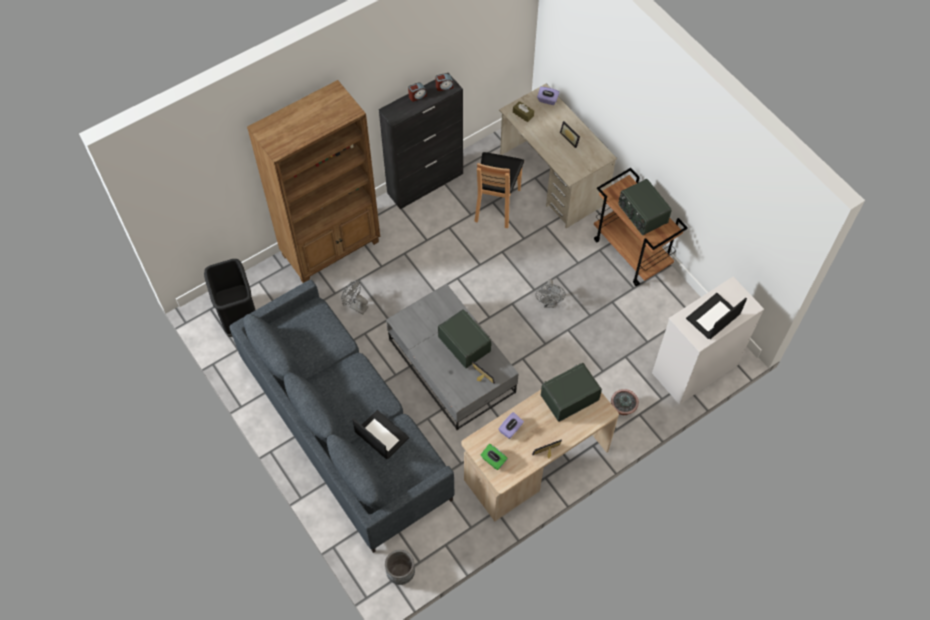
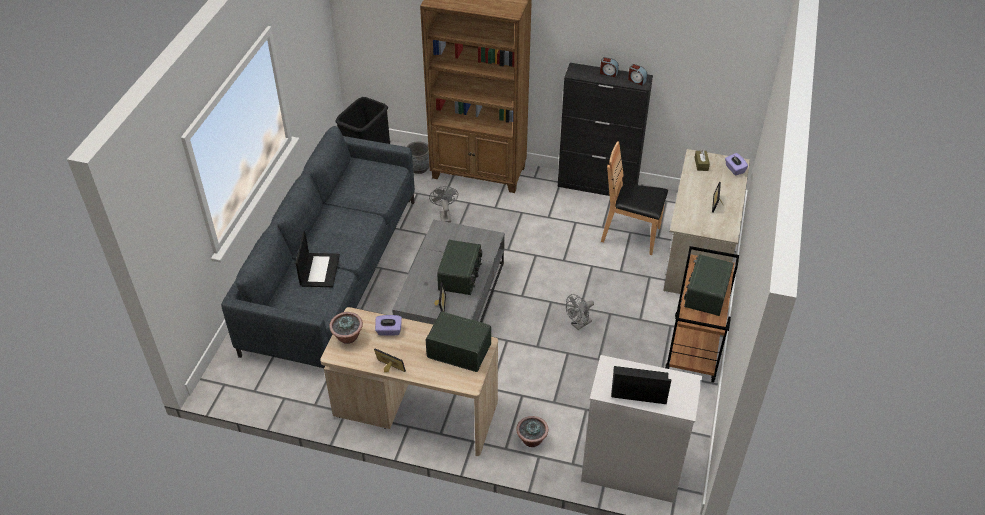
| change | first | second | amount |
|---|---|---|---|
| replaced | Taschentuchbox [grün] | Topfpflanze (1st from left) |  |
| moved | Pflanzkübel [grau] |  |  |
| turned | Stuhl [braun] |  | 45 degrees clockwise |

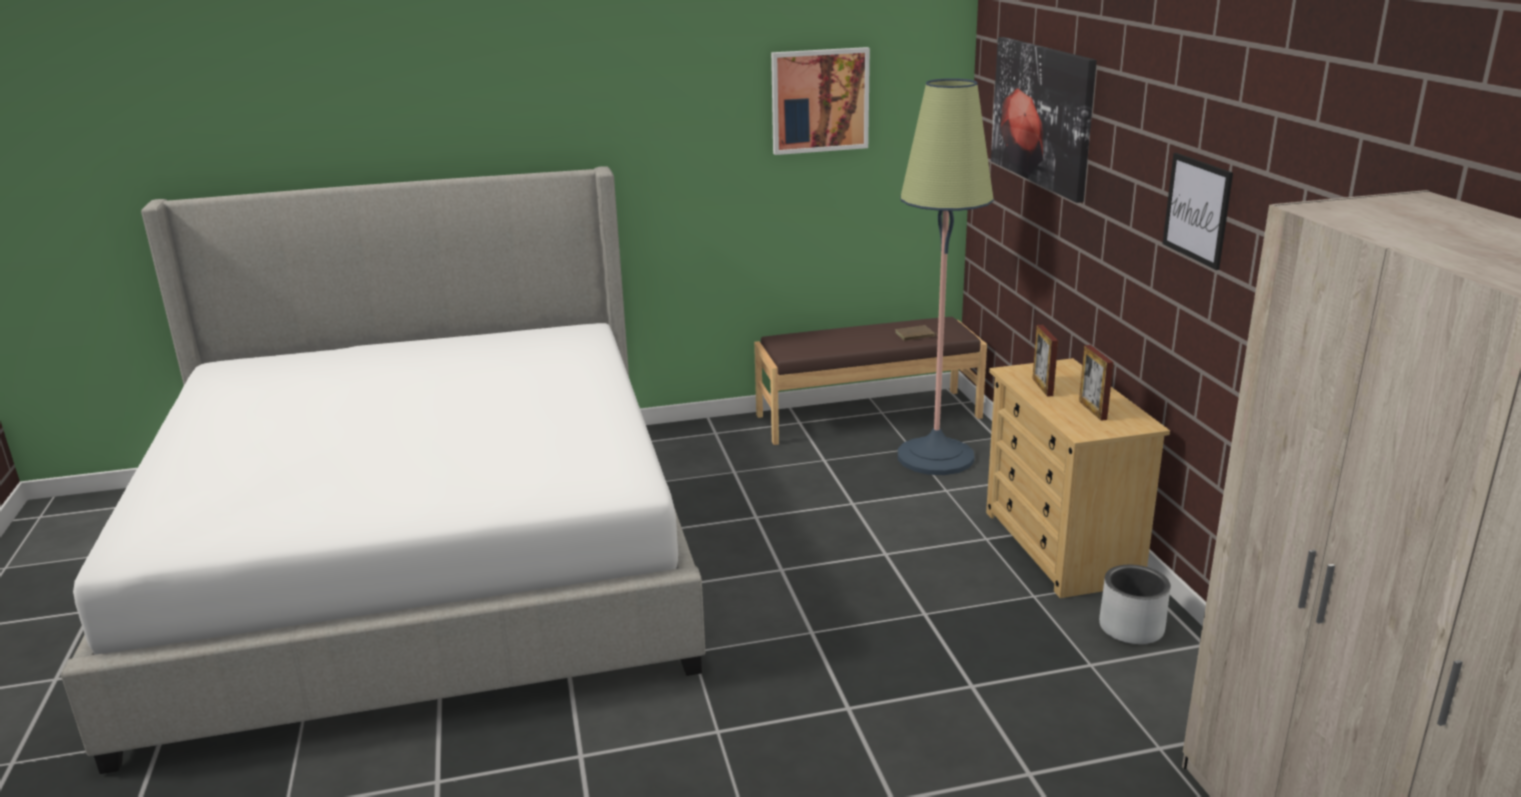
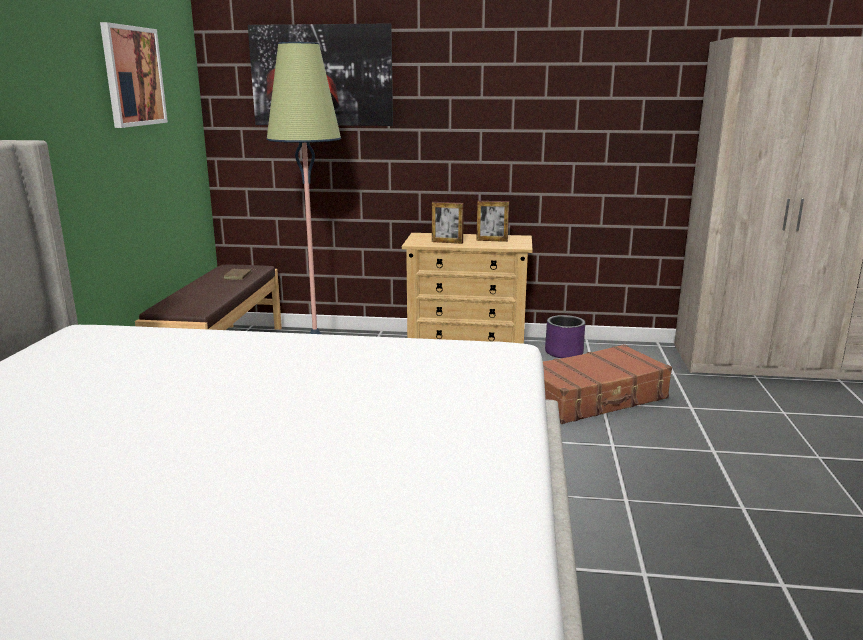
| change | first | second | amount |
|---|---|---|---|
| added |  | Koffer [braun] |  |
| recoloured | Pflanzkübel [grau] | Pflanzkübel [lila] |  |
| removed | Bild (3rd from left) |  |  |

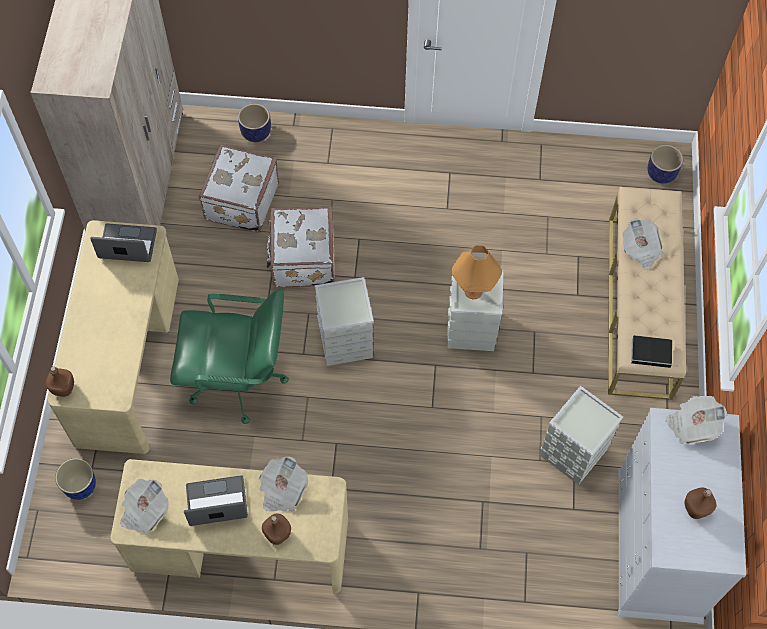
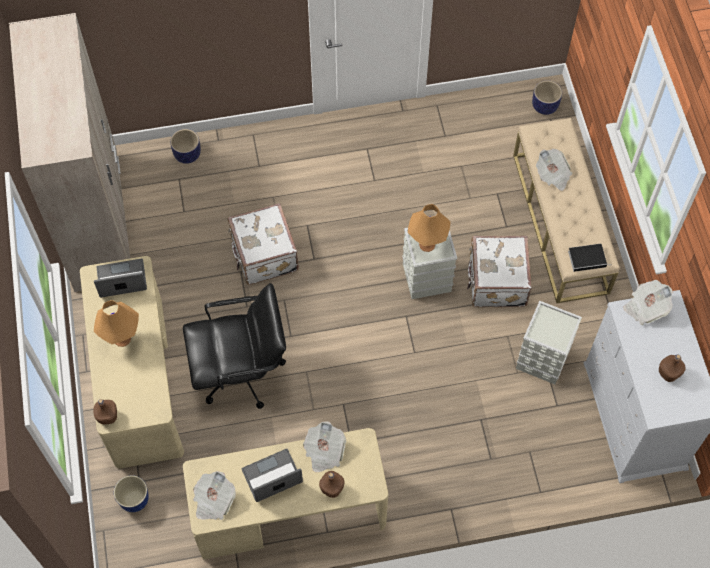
| change | first | second | amount |
|---|---|---|---|
| added |  | Tischlampe [orange] (1st from left) |  |
| recoloured | Bürostuhl [grün] | Bürostuhl [schwarz] |  |
| moved | Koffer [weiß] (1st from left in the first image) | Koffer [weiß] (2nd from left) |  |
| removed | Aufbewahrungsbox [grau] (1st from left) |  |  |

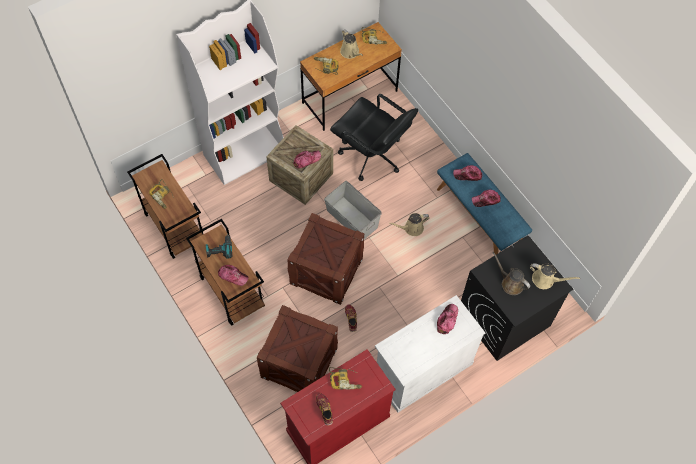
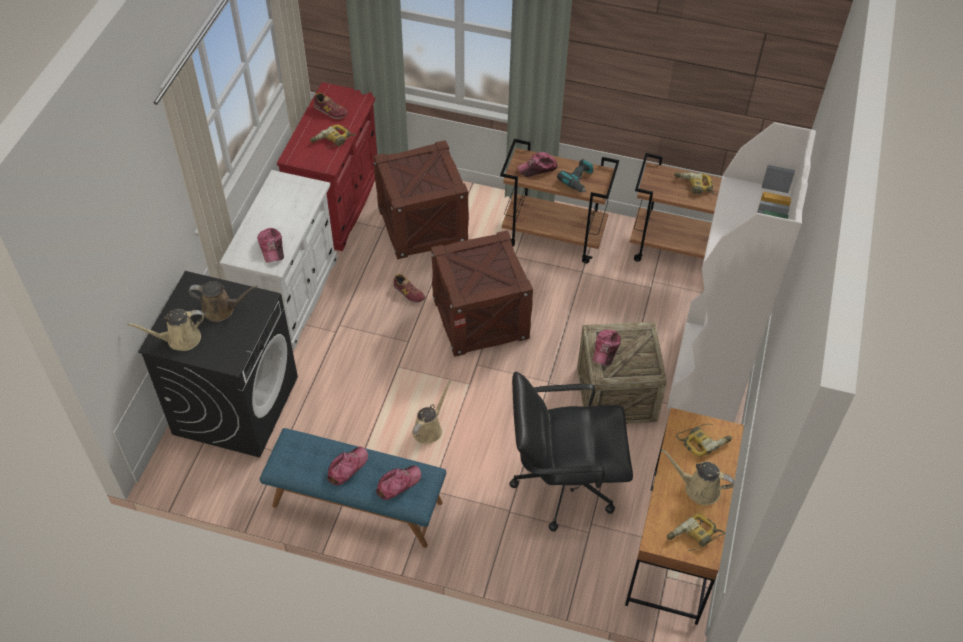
| change | first | second | amount |
|---|---|---|---|
| removed | Aufbewahrungsbox [grau] |  |  |

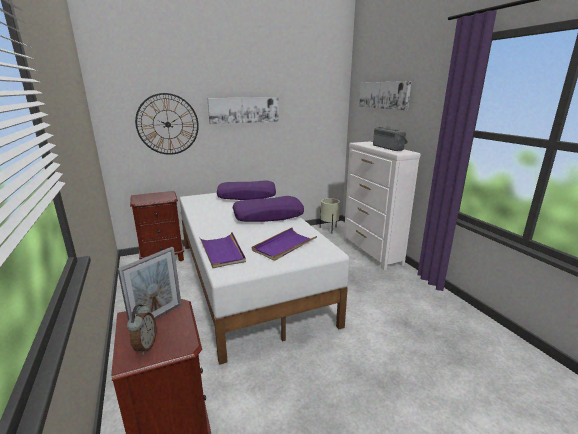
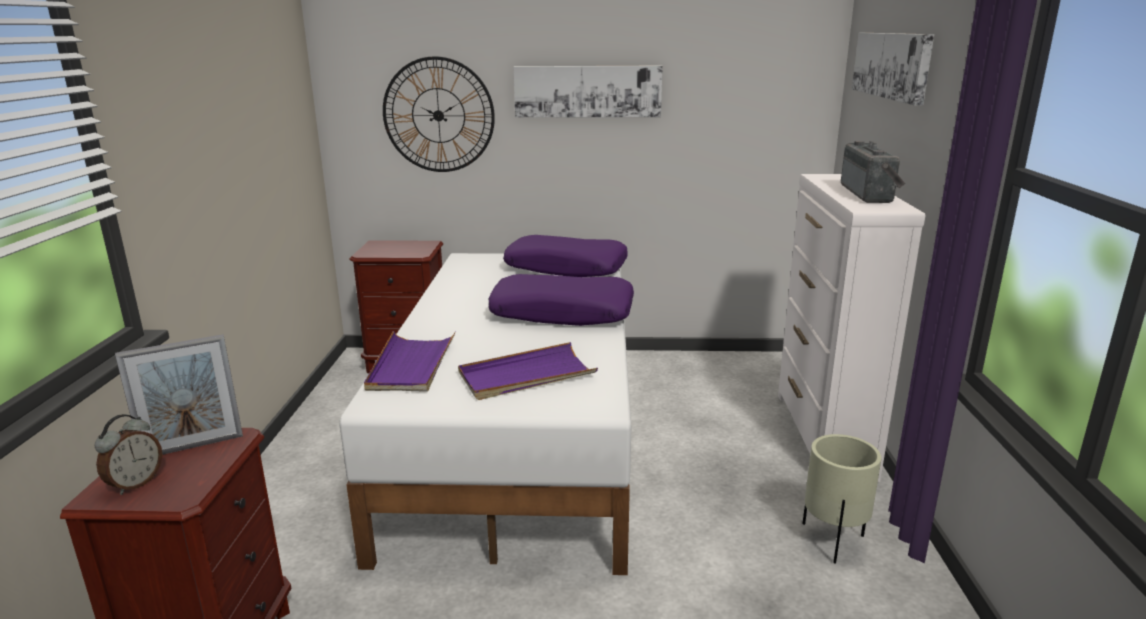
| change | first | second | amount |
|---|---|---|---|
| moved | Pflanzkübel [beige] |  |  |

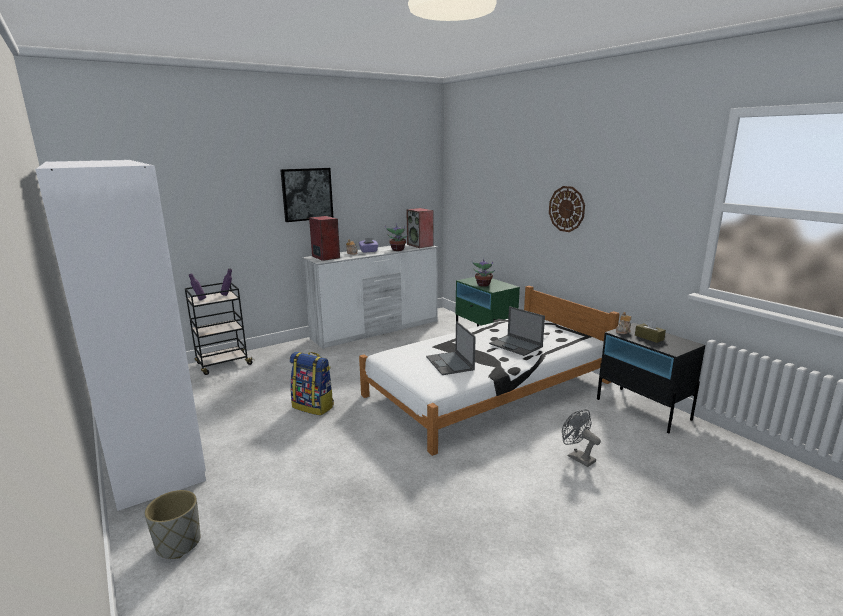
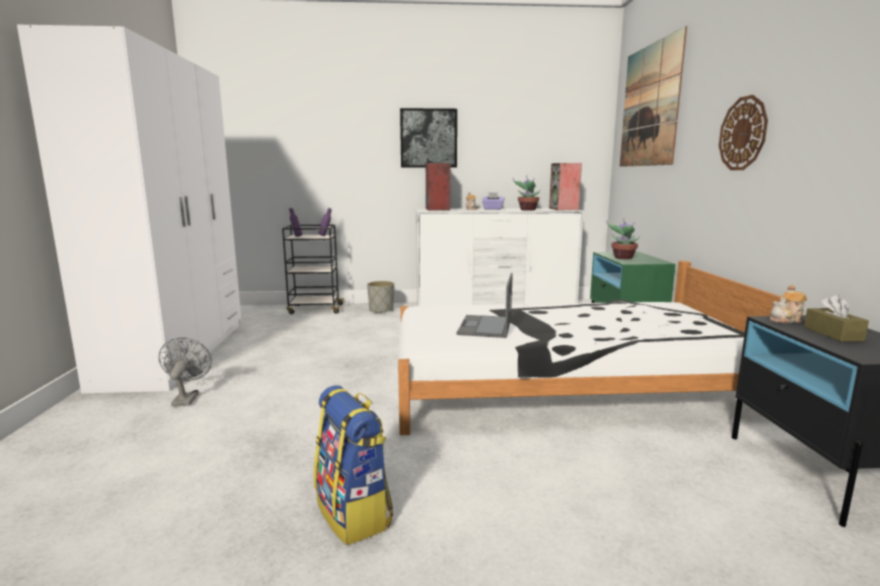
| change | first | second | amount |
|---|---|---|---|
| moved | Ventilator [grau] |  |  |
| moved | Rucksack |  |  |
| moved | Pflanzkübel [grau] |  |  |
| added |  | Bild (2nd from left) |  |
| removed | Laptop (2nd from left) |  |  |

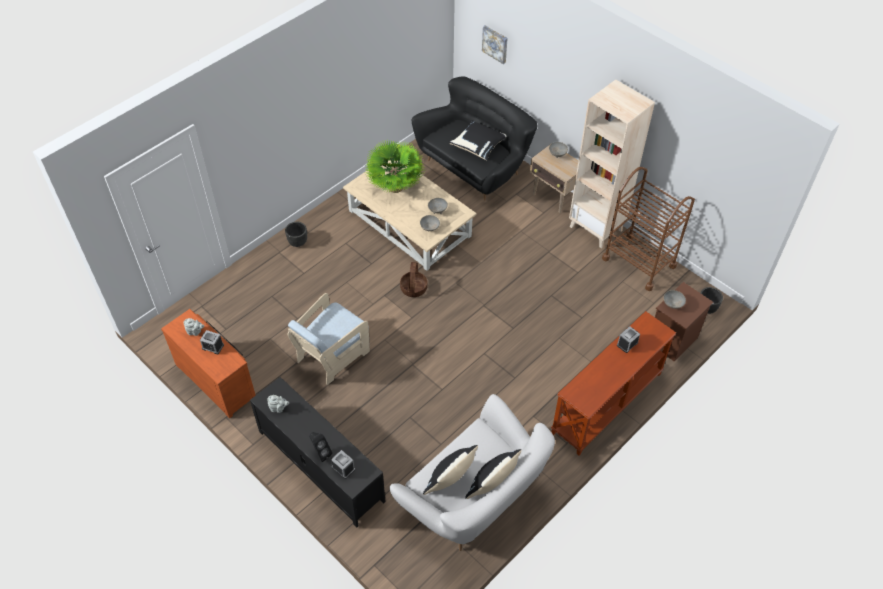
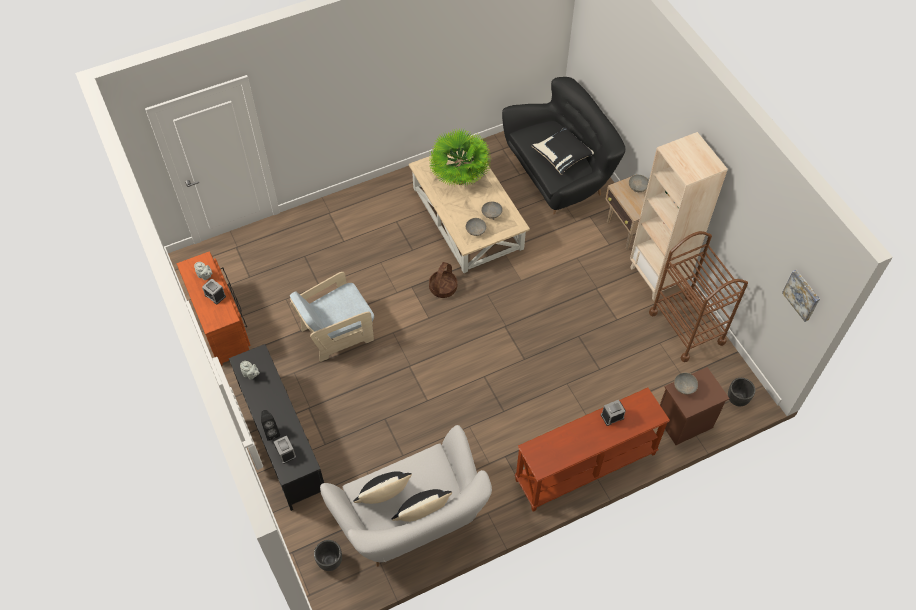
| change | first | second | amount |
|---|---|---|---|
| moved | Pflanzkübel [schwarz] (1st from left) |  |  |
| moved | Bild |  |  |

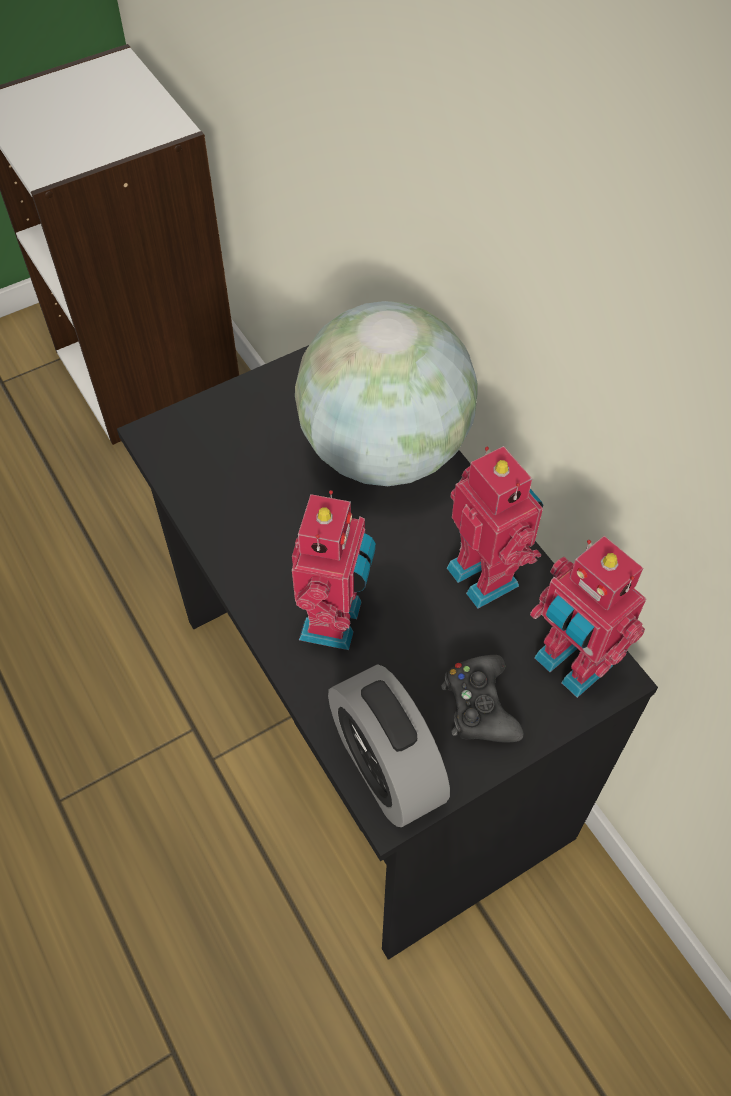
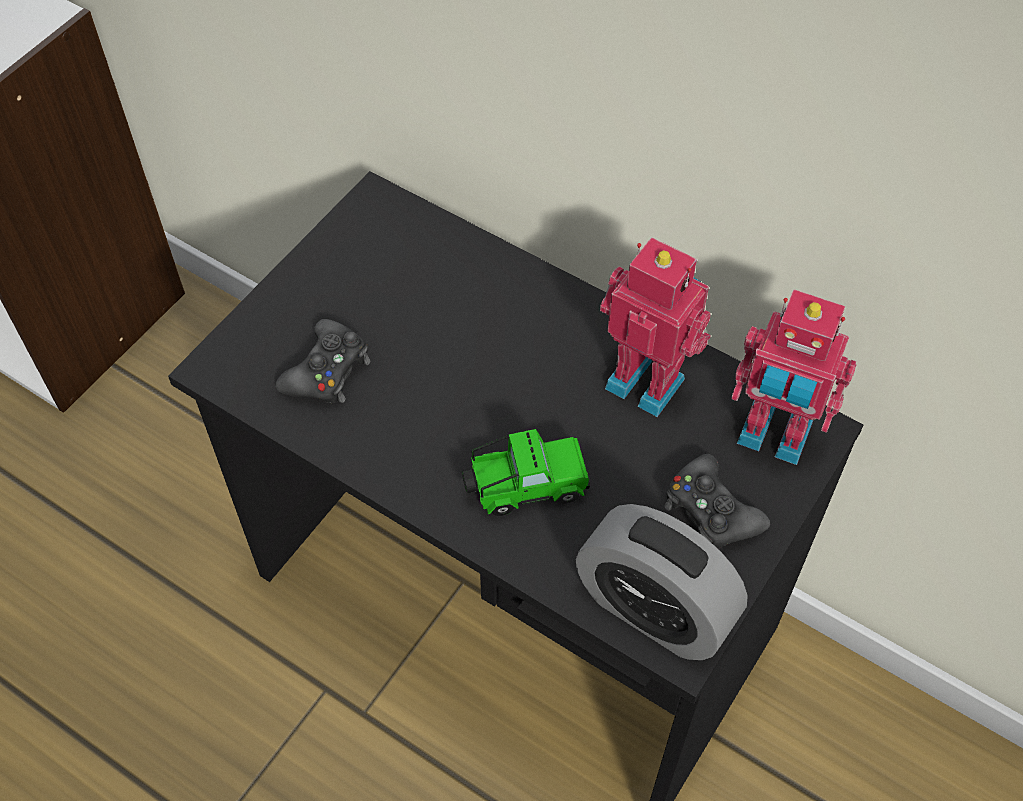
| change | first | second | amount |
|---|---|---|---|
| added |  | Gamepad [schwarz] (1st from left) |  |
| replaced | Spielzeugroboter (1st from left) | Spielzeugauto |  |
| removed | Globus |  |  |

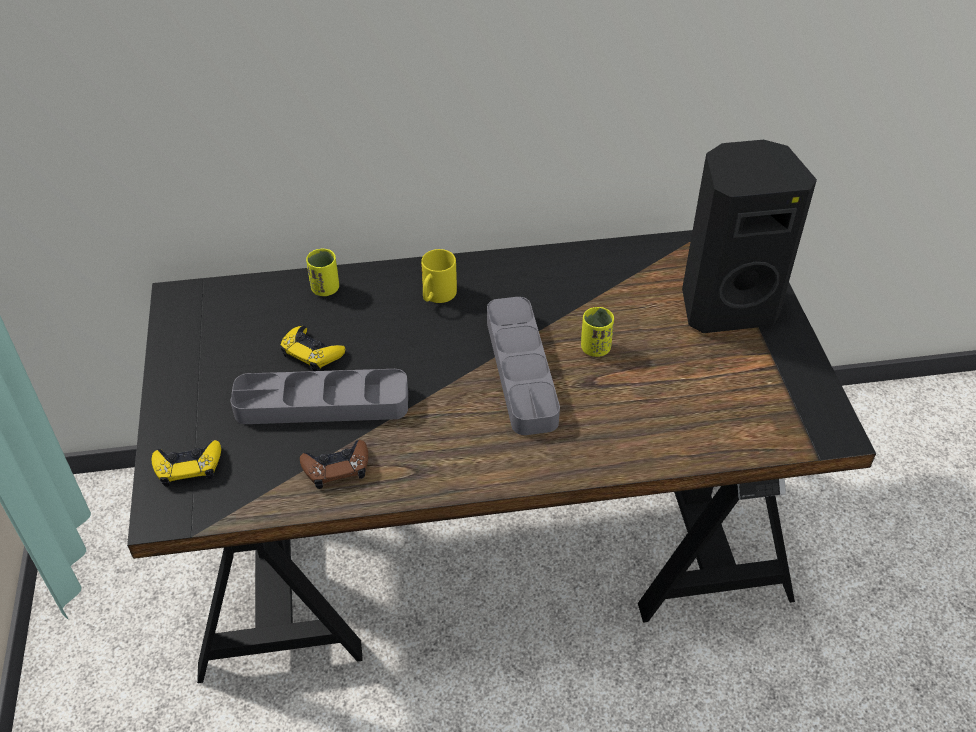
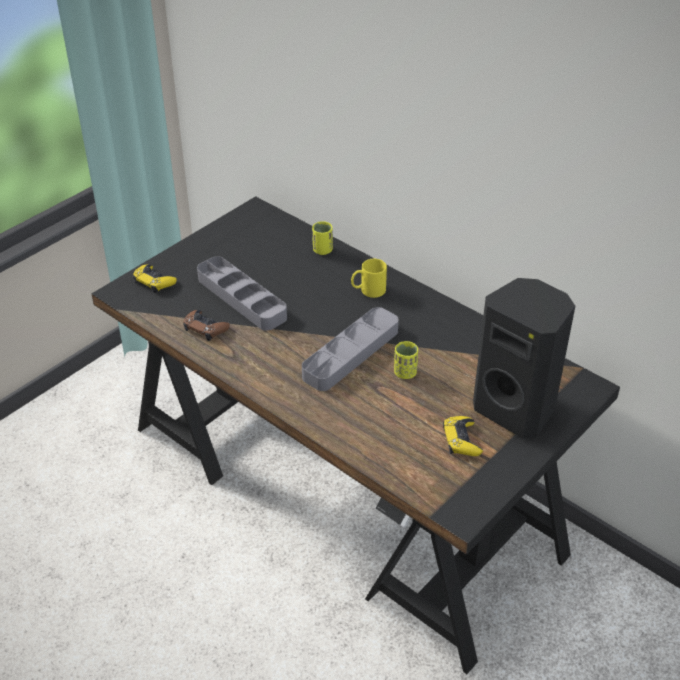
| change | first | second | amount |
|---|---|---|---|
| moved | Gamepad [gelb] (2nd from left) |  |  |

